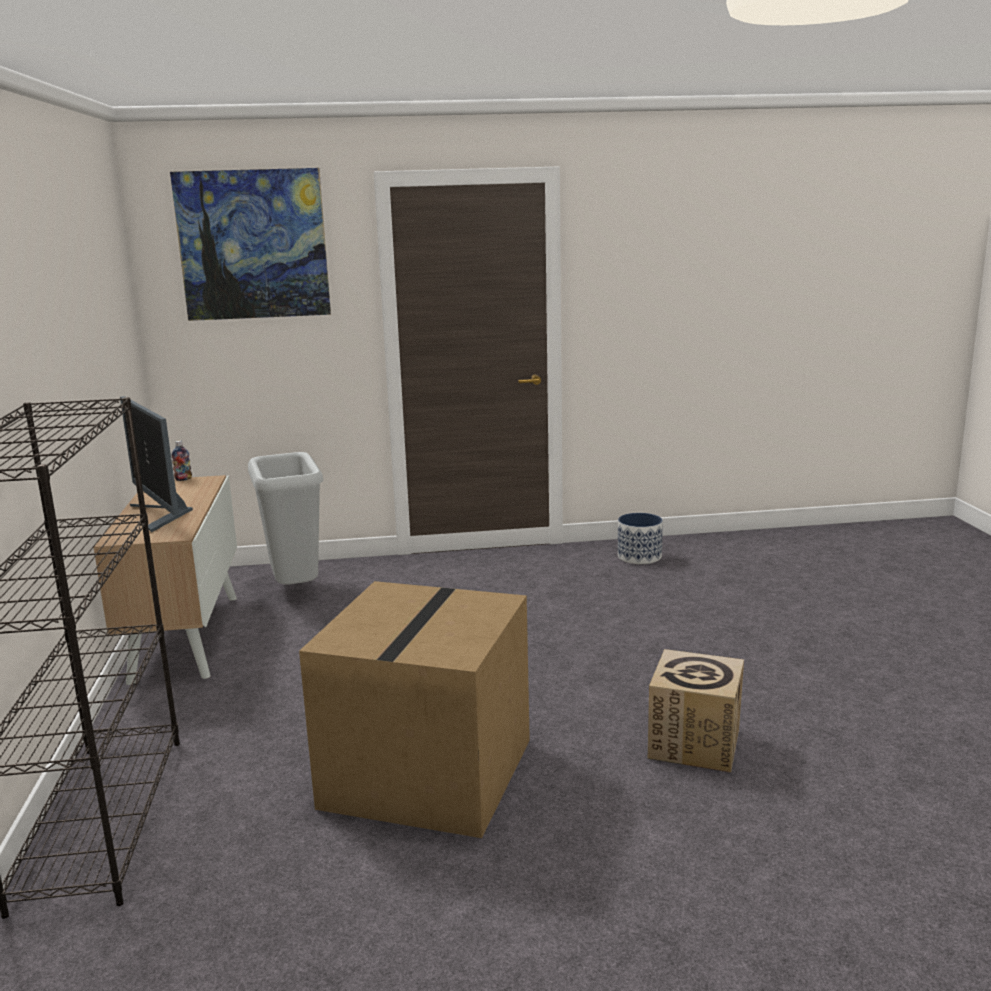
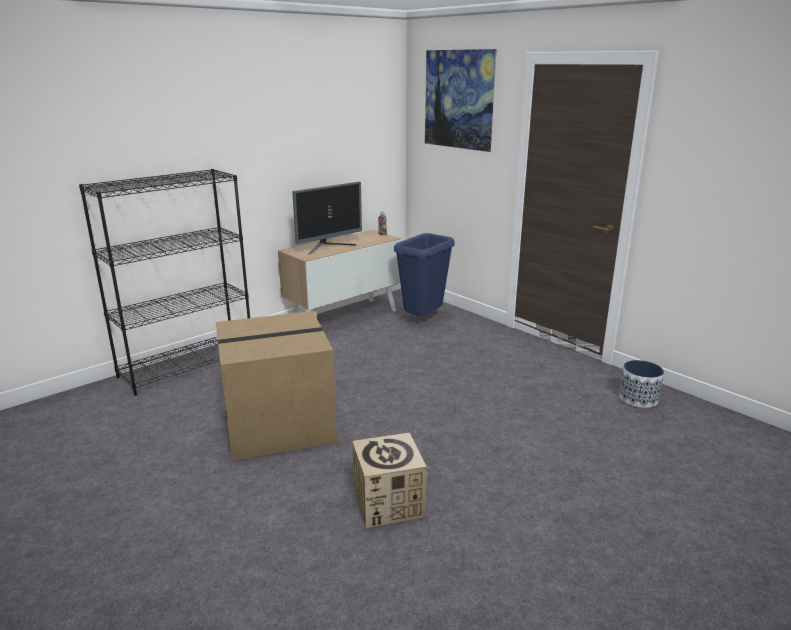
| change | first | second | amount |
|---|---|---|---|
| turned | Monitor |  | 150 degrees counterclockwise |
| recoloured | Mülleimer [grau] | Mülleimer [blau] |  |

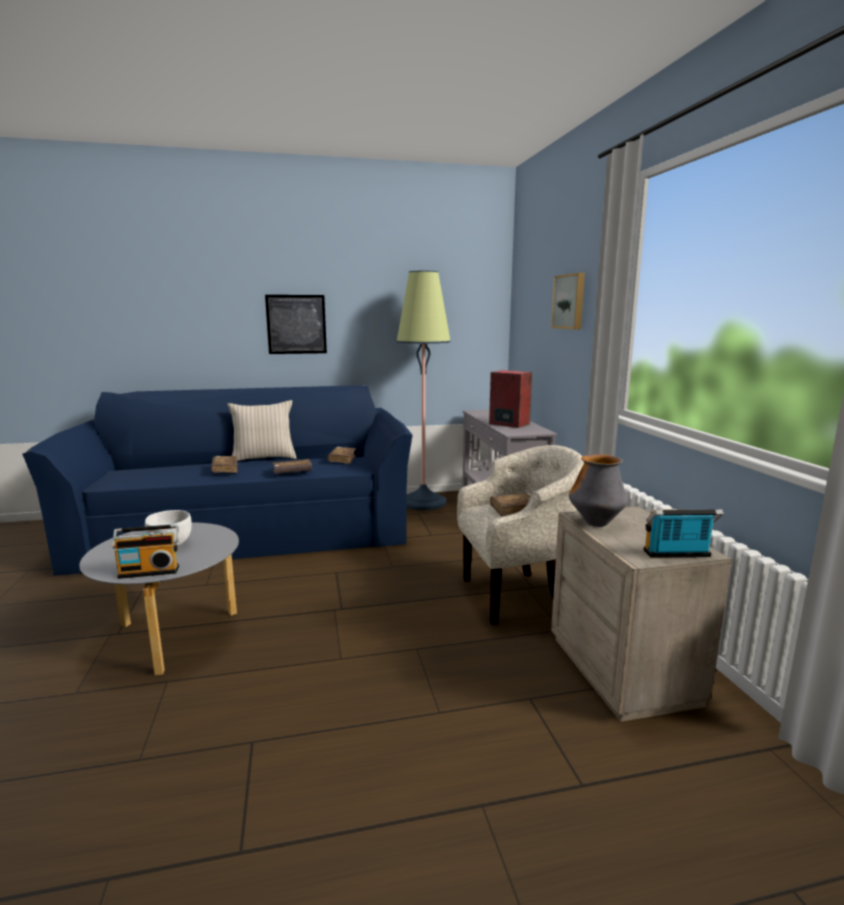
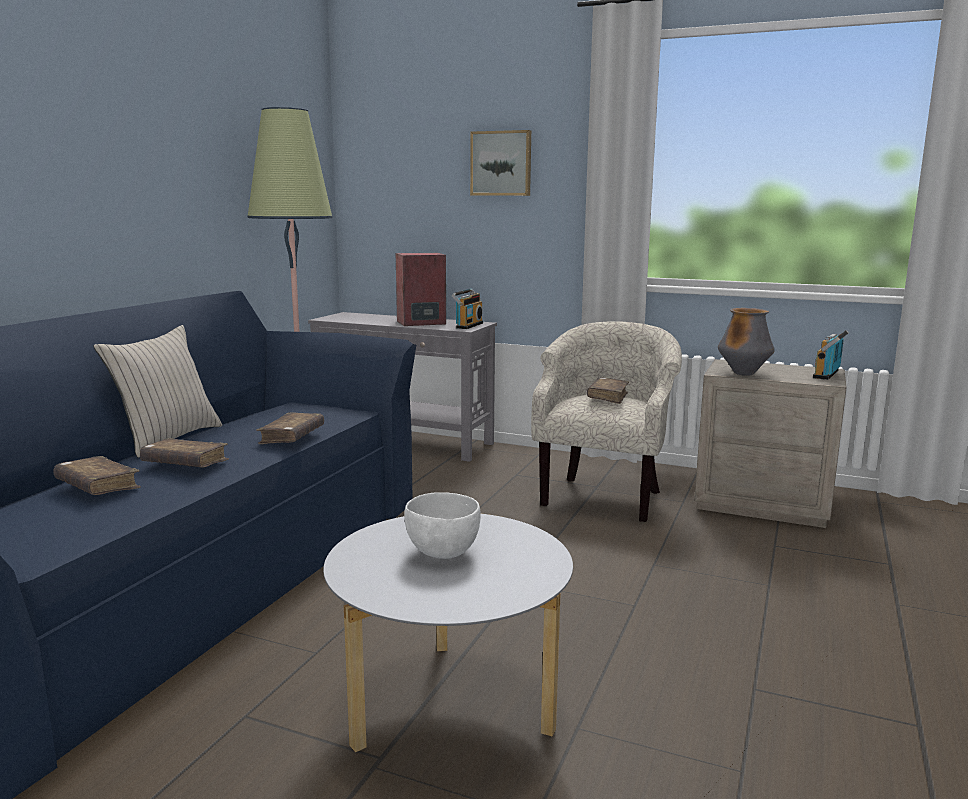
| change | first | second | amount |
|---|---|---|---|
| moved | Buch [braun] (3rd from left in the first image) | Buch [braun] (1st from left) |  |
| moved | Radio (1st from left) |  |  |
| removed | Bild (1st from left) |  |  |

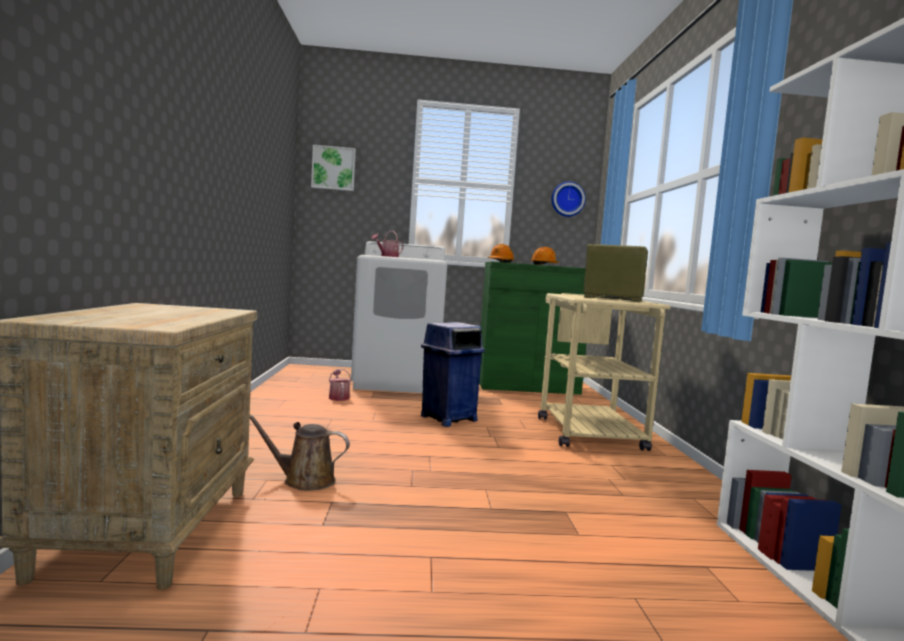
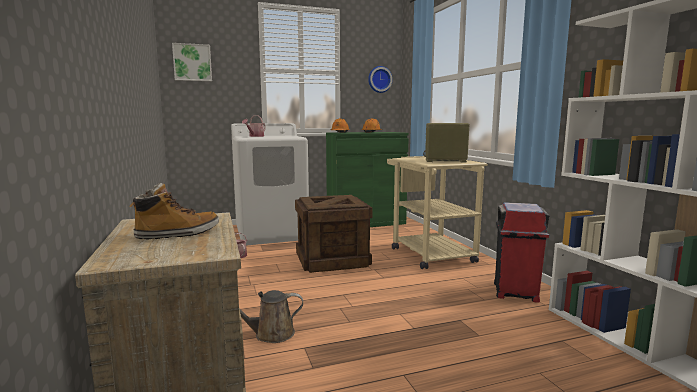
| change | first | second | amount |
|---|---|---|---|
| added |  | Stiefel |  |
| replaced | Mülleimer [blau] | Kiste |  |
| added |  | Mülleimer [rot] |  |

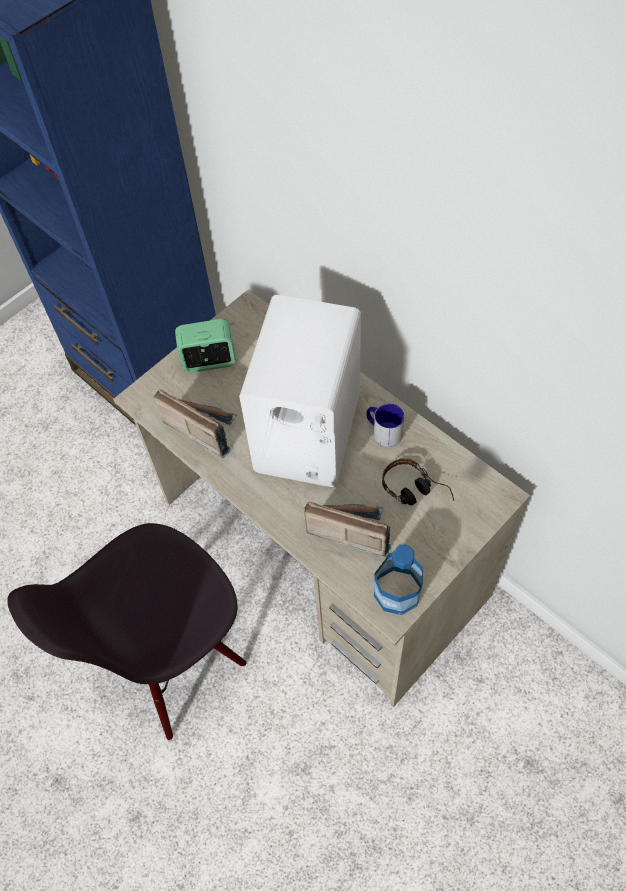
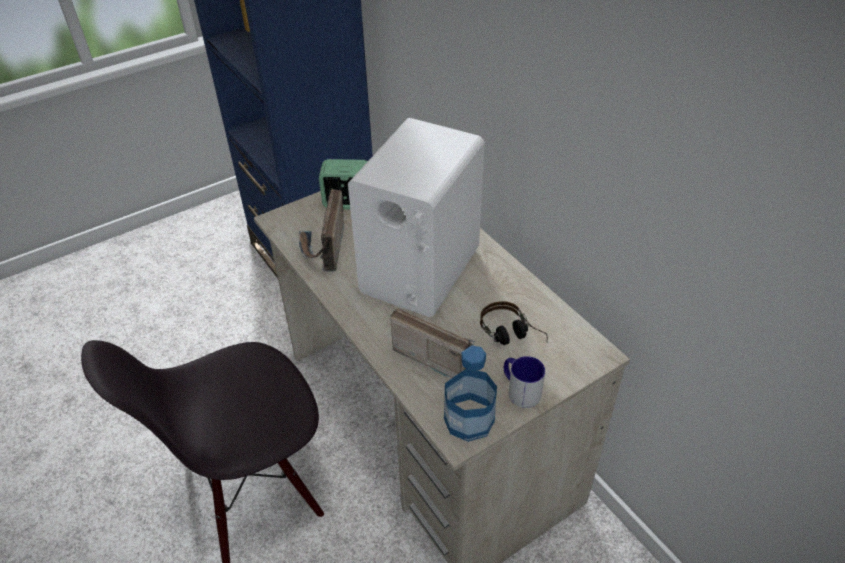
| change | first | second | amount |
|---|---|---|---|
| turned | Radio (1st from left) |  | 135 degrees counterclockwise |
| moved | Henkelbecher |  |  |

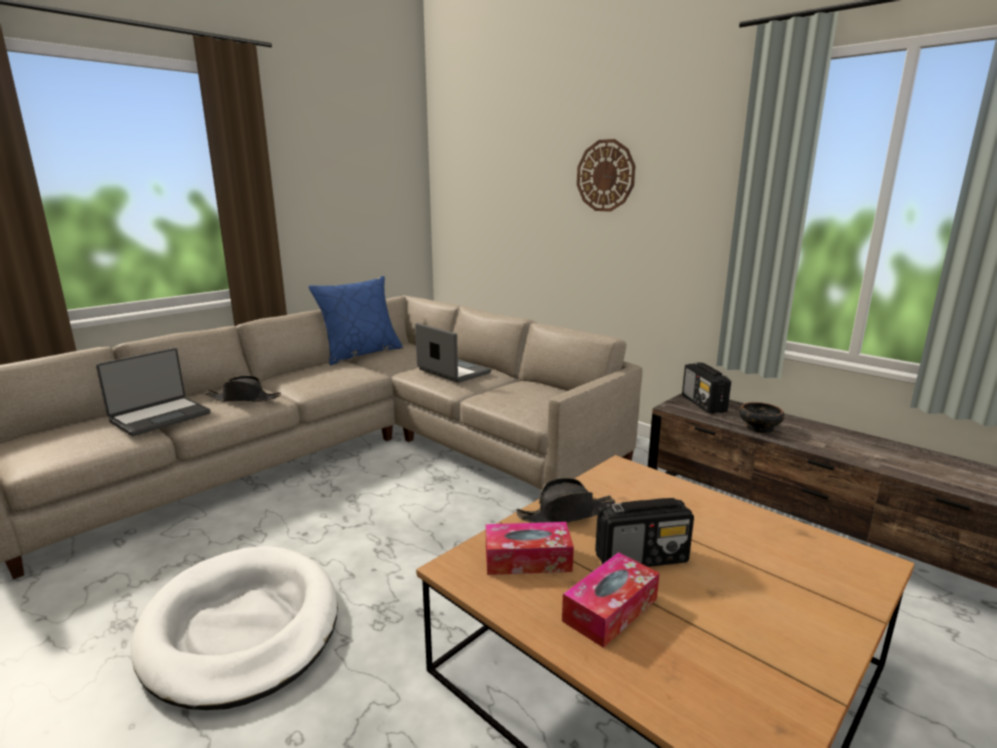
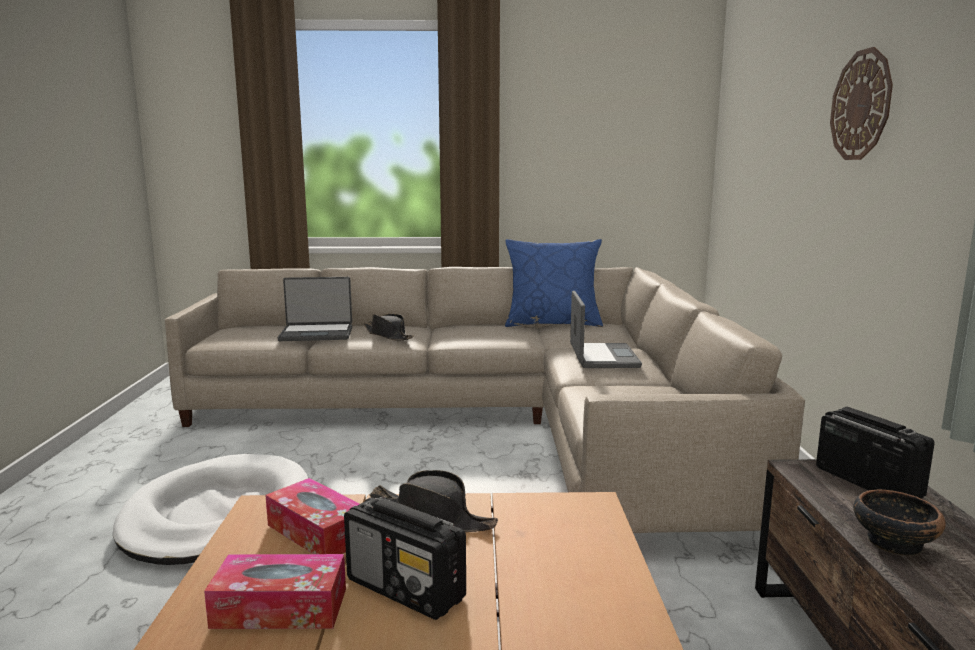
| change | first | second | amount |
|---|---|---|---|
| turned | Radio (2nd from left) |  | 120 degrees clockwise |

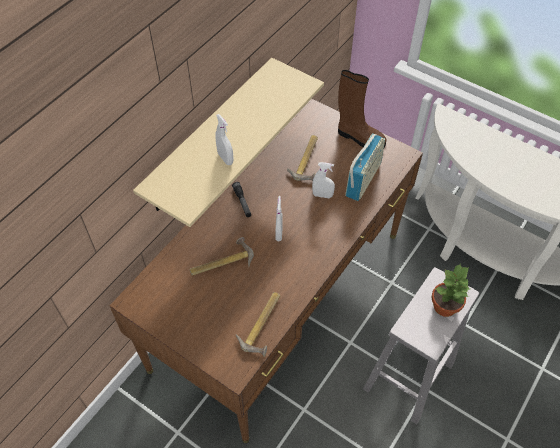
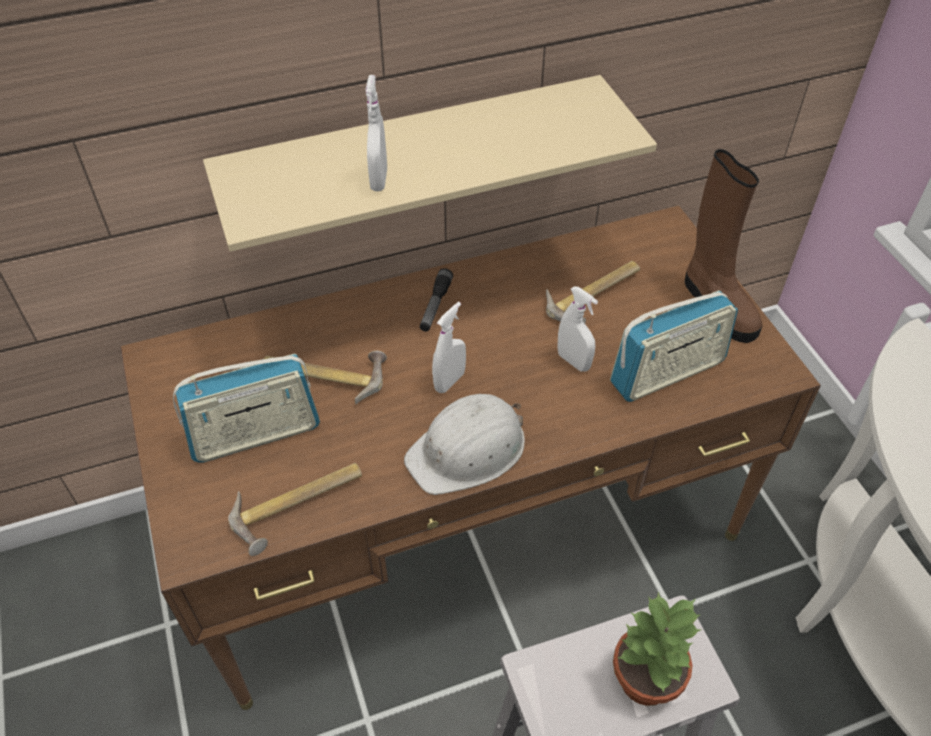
| change | first | second | amount |
|---|---|---|---|
| added |  | Radio (1st from left) |  |
| added |  | Schutzhelm [weiß] |  |

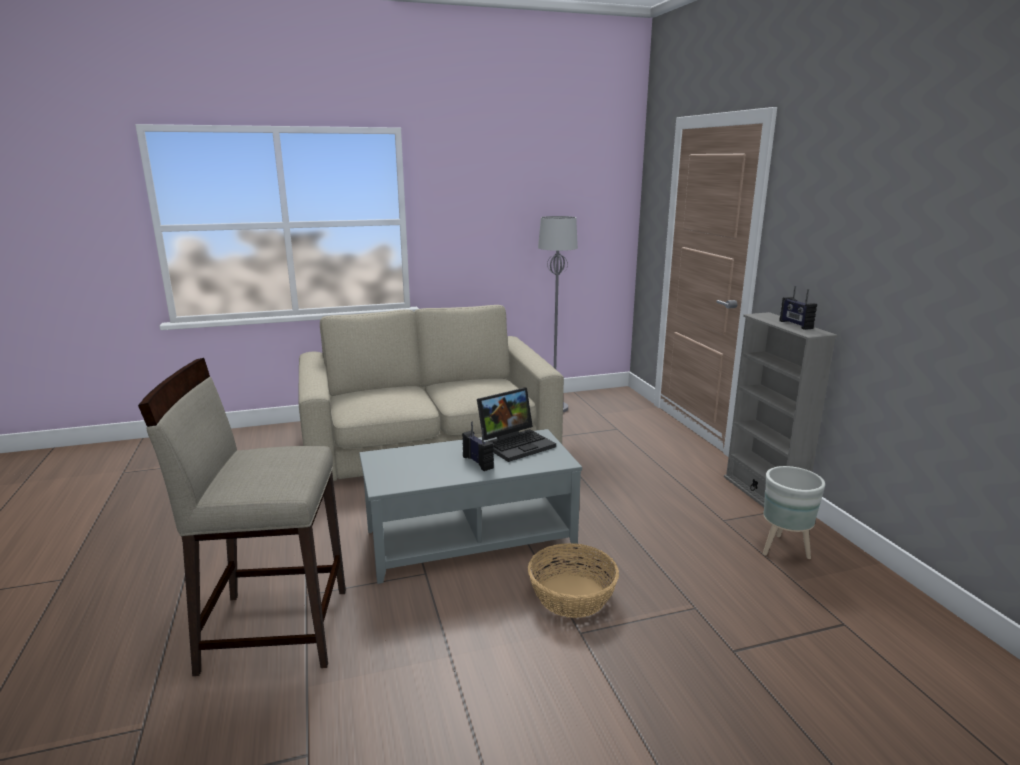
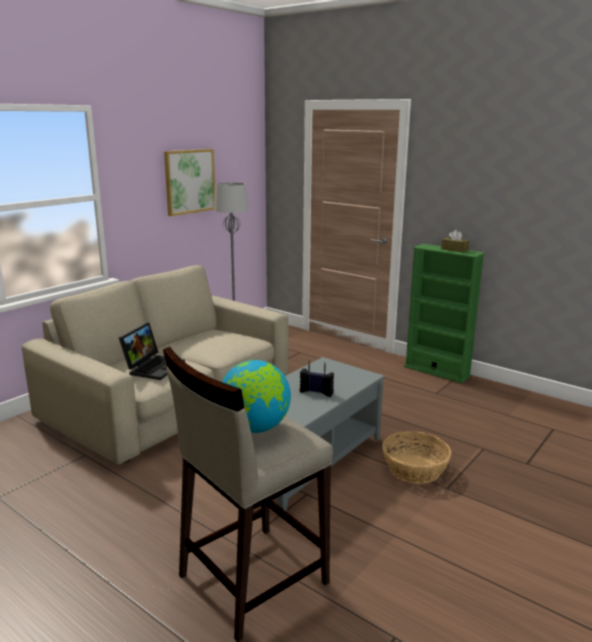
| change | first | second | amount |
|---|---|---|---|
| moved | Laptop |  |  |
| added |  | Bild |  |
| added |  | Globus |  |
| recoloured | Bücherregal [grau] | Bücherregal [grün] |  |
| replaced | Radio (2nd from left) | Taschentuchbox [braun] |  |
| removed | Pflanzkübel [grau] |  |  |

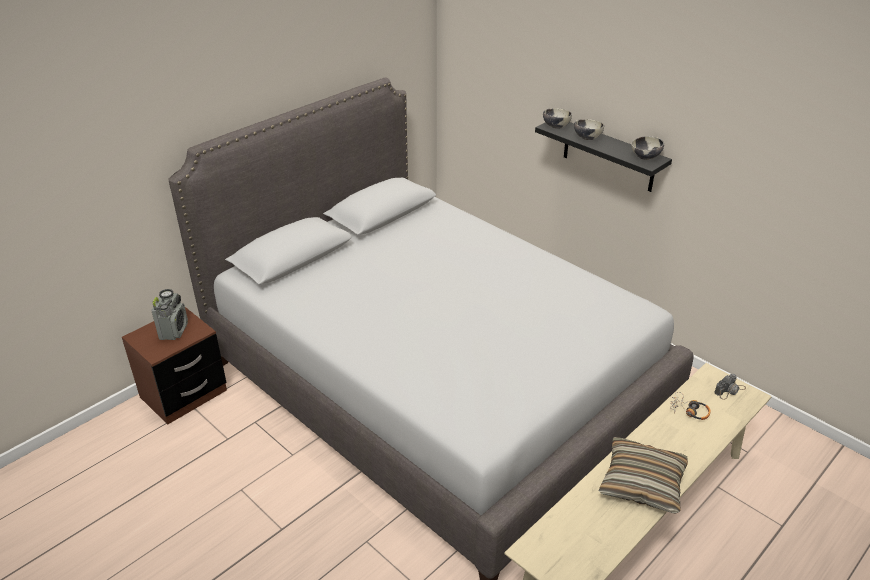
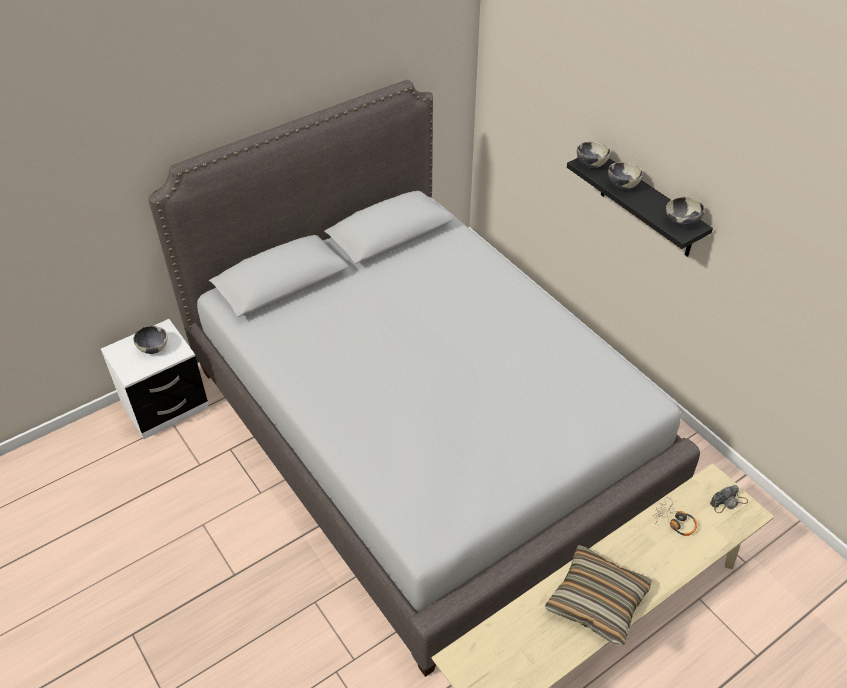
| change | first | second | amount |
|---|---|---|---|
| recoloured | Nachttisch [braun] | Nachttisch [weiß] |  |
| replaced | Radio | Schüssel (1st from left) |  |

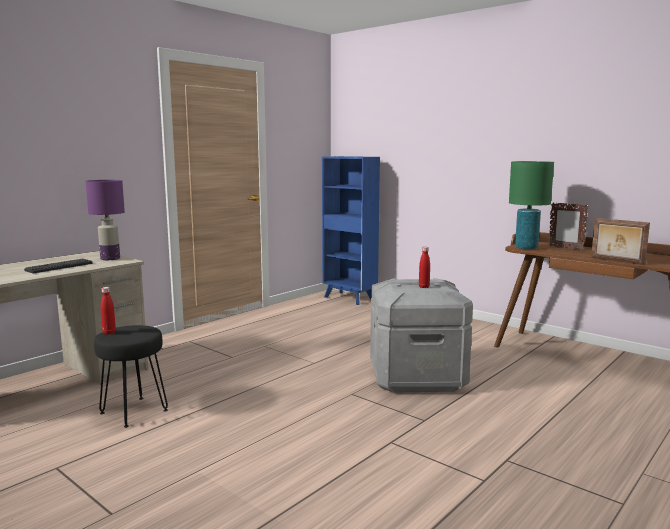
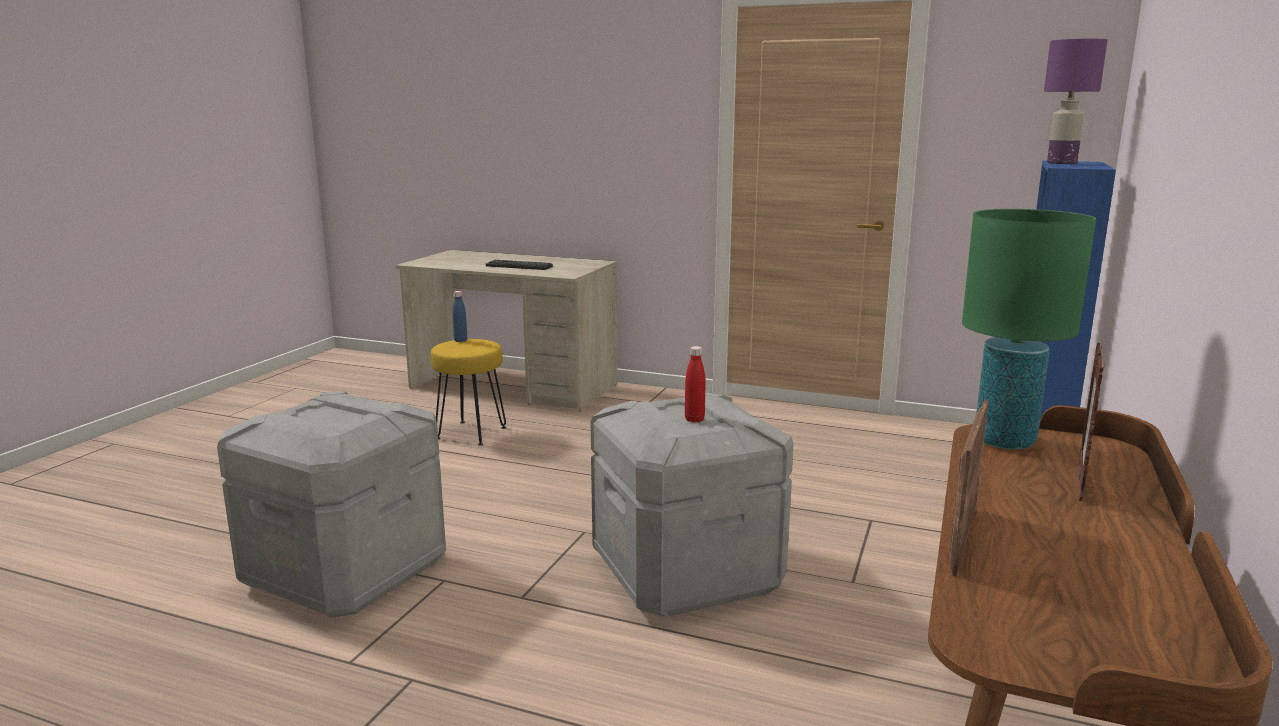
| change | first | second | amount |
|---|---|---|---|
| added |  | Aufbewahrungsbox [grau] (1st from left) |  |
| recoloured | Hocker [schwarz] | Hocker [gelb] |  |
| recoloured | Flasche [rot] (1st from left) | Flasche [blau] |  |
| moved | Tischlampe [lila] |  |  |

